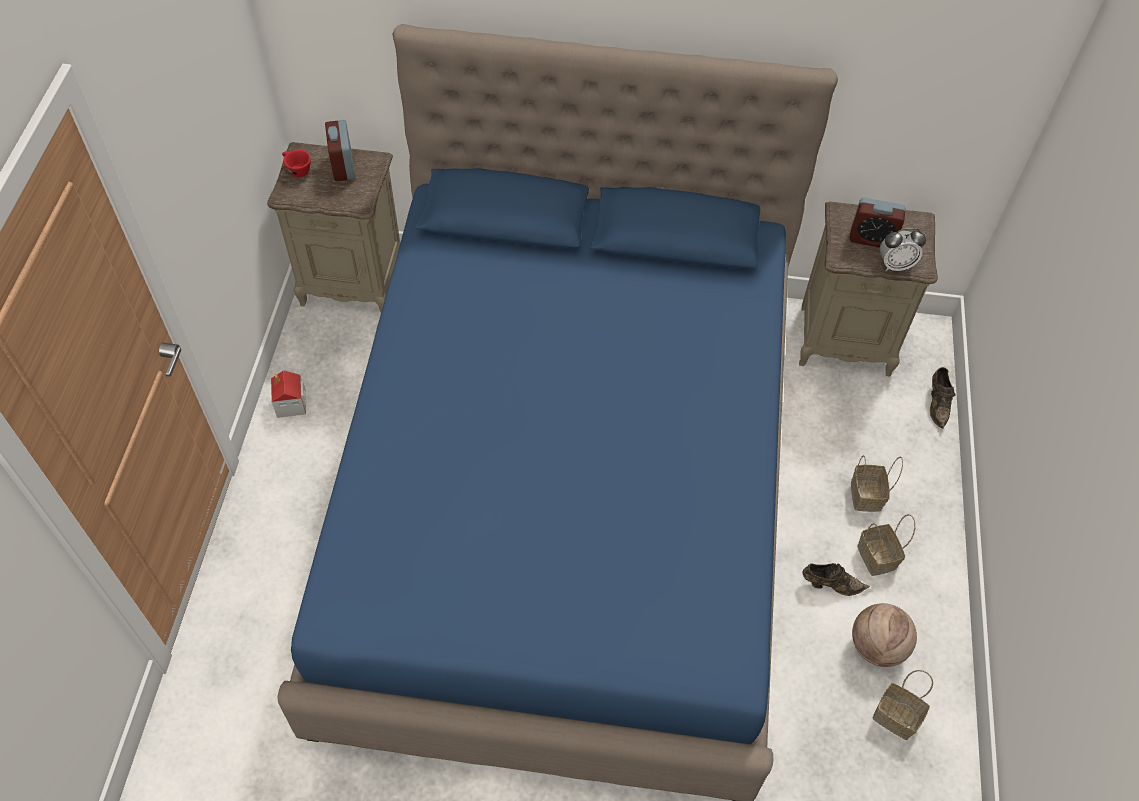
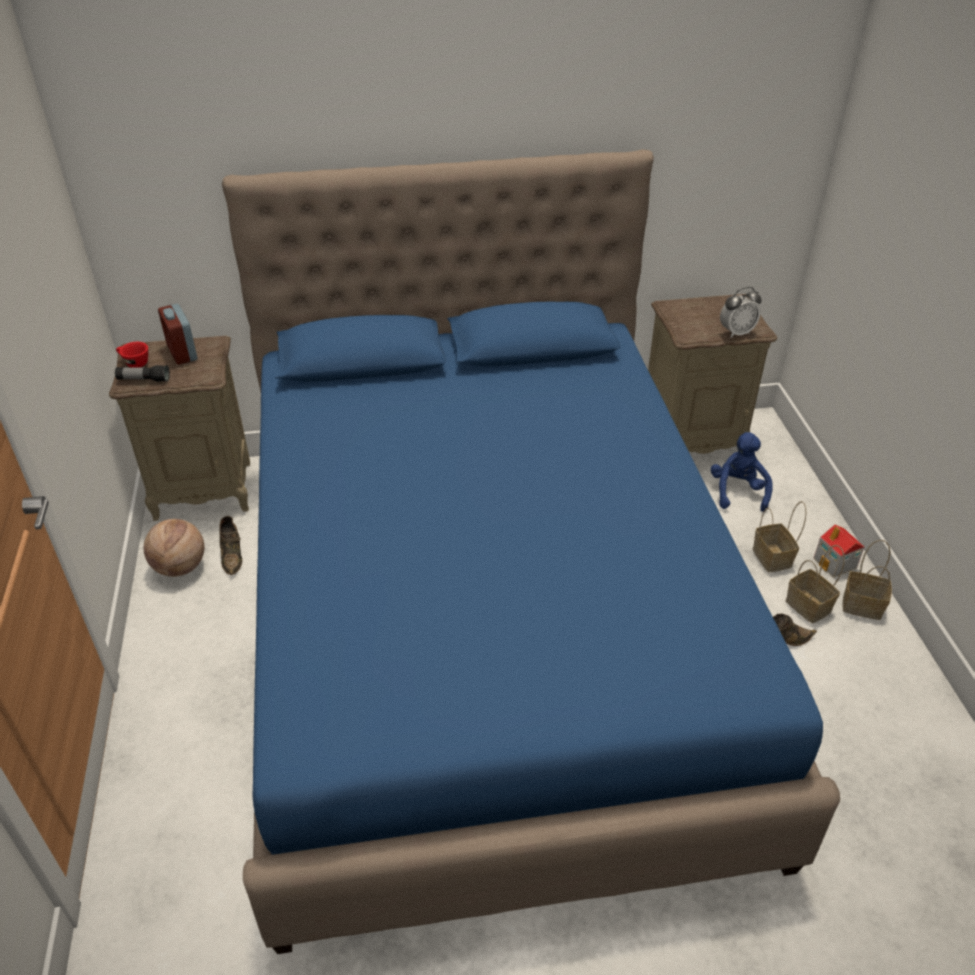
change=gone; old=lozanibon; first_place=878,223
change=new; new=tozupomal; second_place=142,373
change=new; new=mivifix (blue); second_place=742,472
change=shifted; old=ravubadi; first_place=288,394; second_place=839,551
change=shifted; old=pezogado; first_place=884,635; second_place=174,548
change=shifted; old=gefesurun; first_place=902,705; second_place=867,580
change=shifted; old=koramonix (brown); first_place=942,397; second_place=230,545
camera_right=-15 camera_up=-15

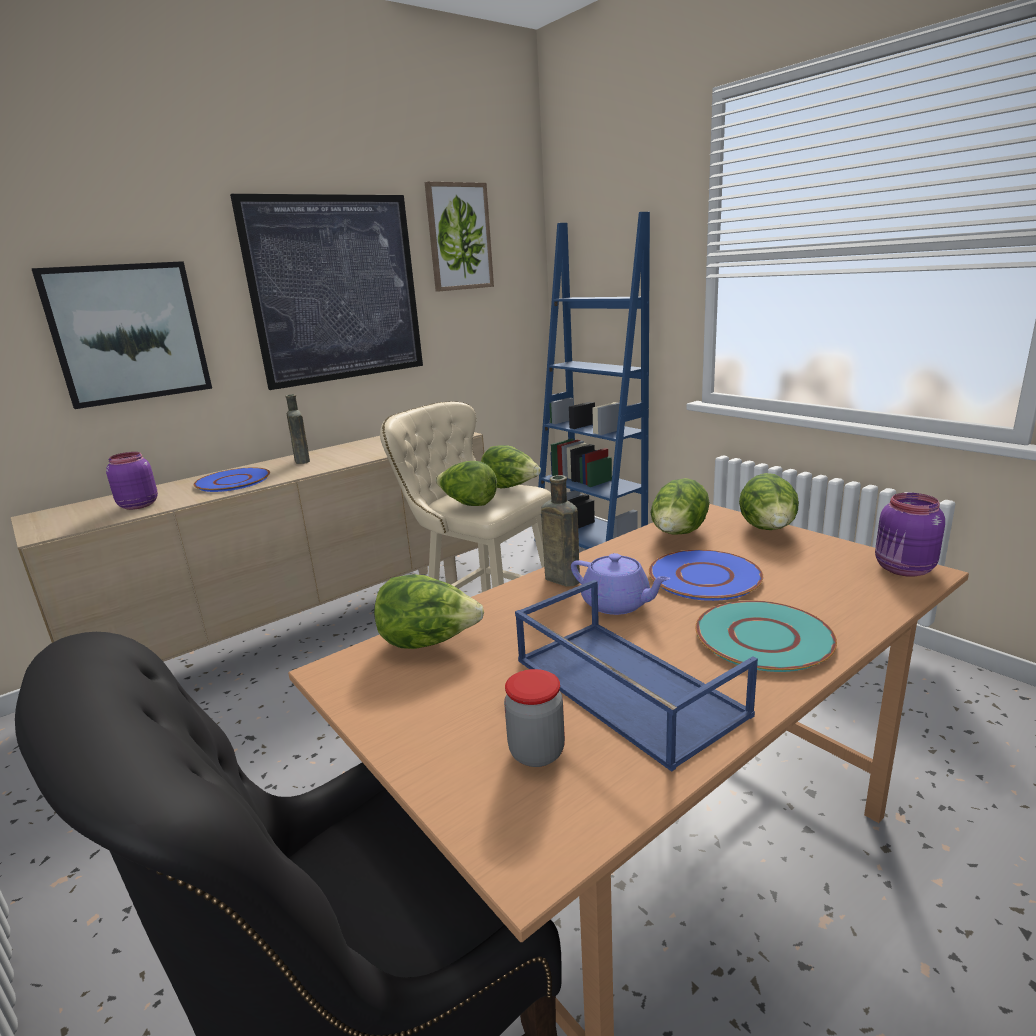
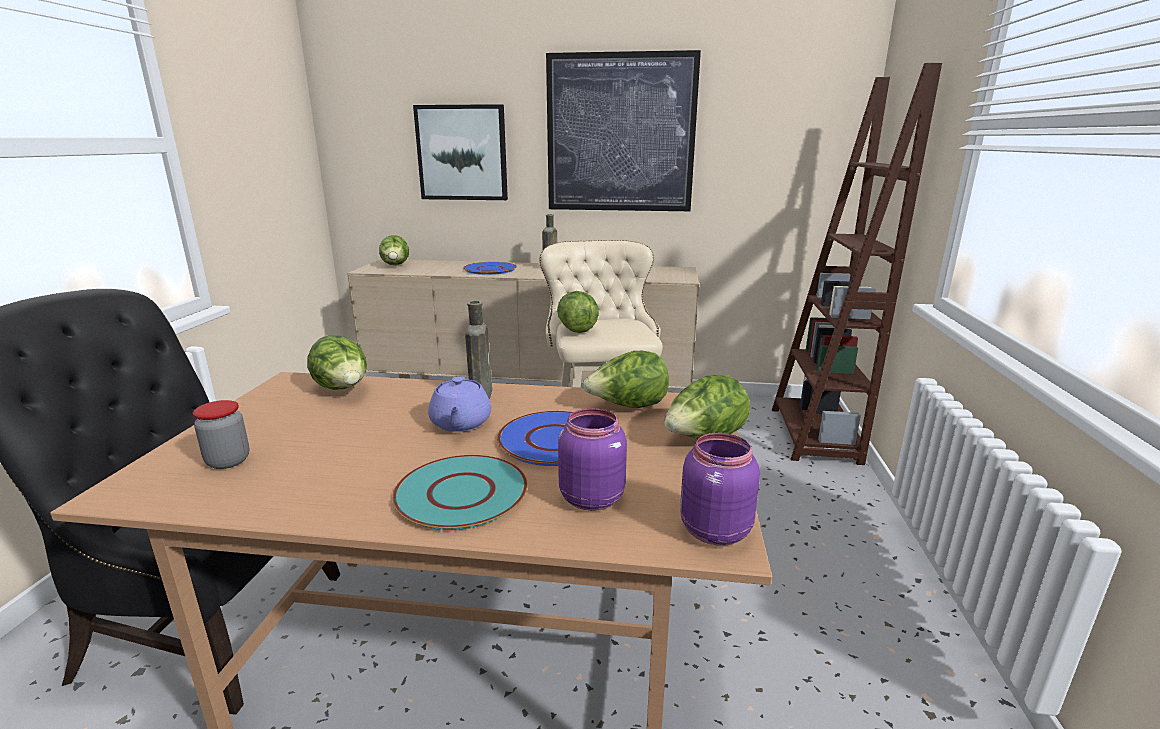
change=gone; old=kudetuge; first_place=459,237
change=gone; old=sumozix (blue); first_place=636,676
change=shifted; old=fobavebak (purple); first_place=132,481; second_place=592,459
change=shifted; old=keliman; first_place=511,466; second_place=394,250
change=repainted; old=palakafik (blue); new=palakafik (brown); first_place=592,380; second_place=857,264
camera_right=45 camera_up=0

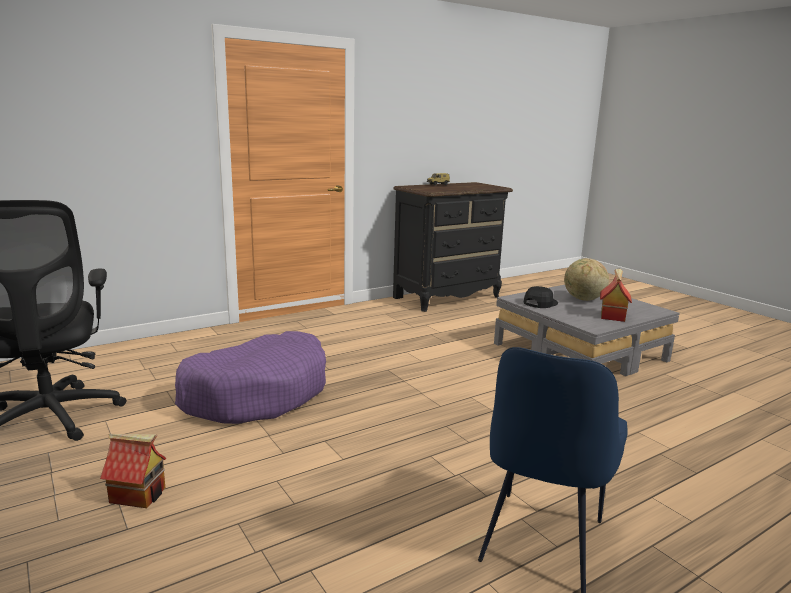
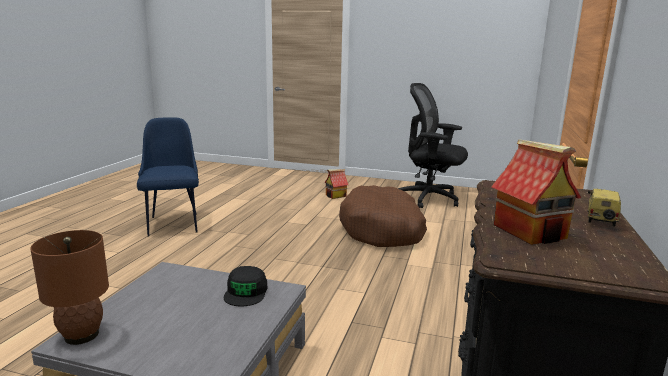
change=gone; old=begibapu; first_place=586,279
change=new; new=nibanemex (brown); second_place=69,287
change=shifted; old=ravubadi; first_place=616,295; second_place=536,192
change=repainted; old=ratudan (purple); new=ratudan (brown); first_place=250,377; second_place=383,216
camera_right=140 camera_up=0

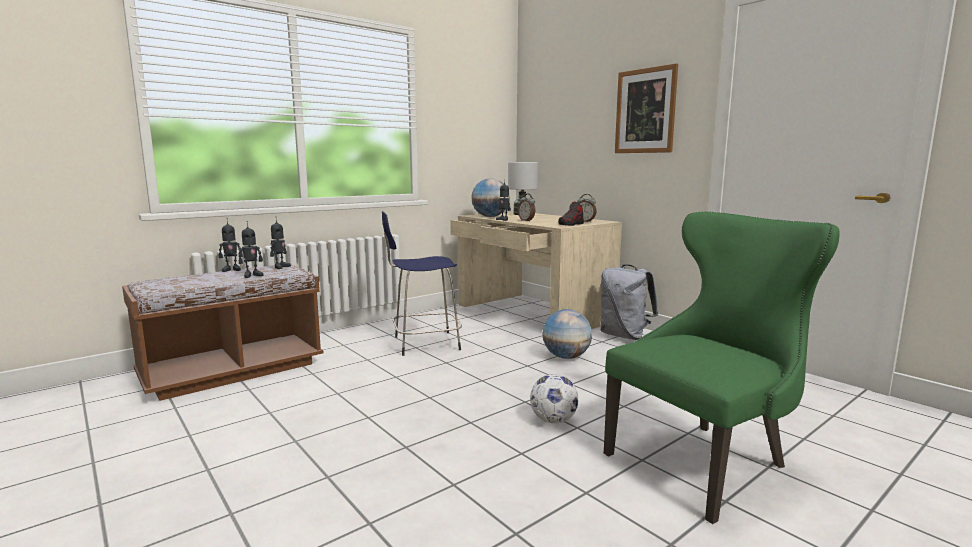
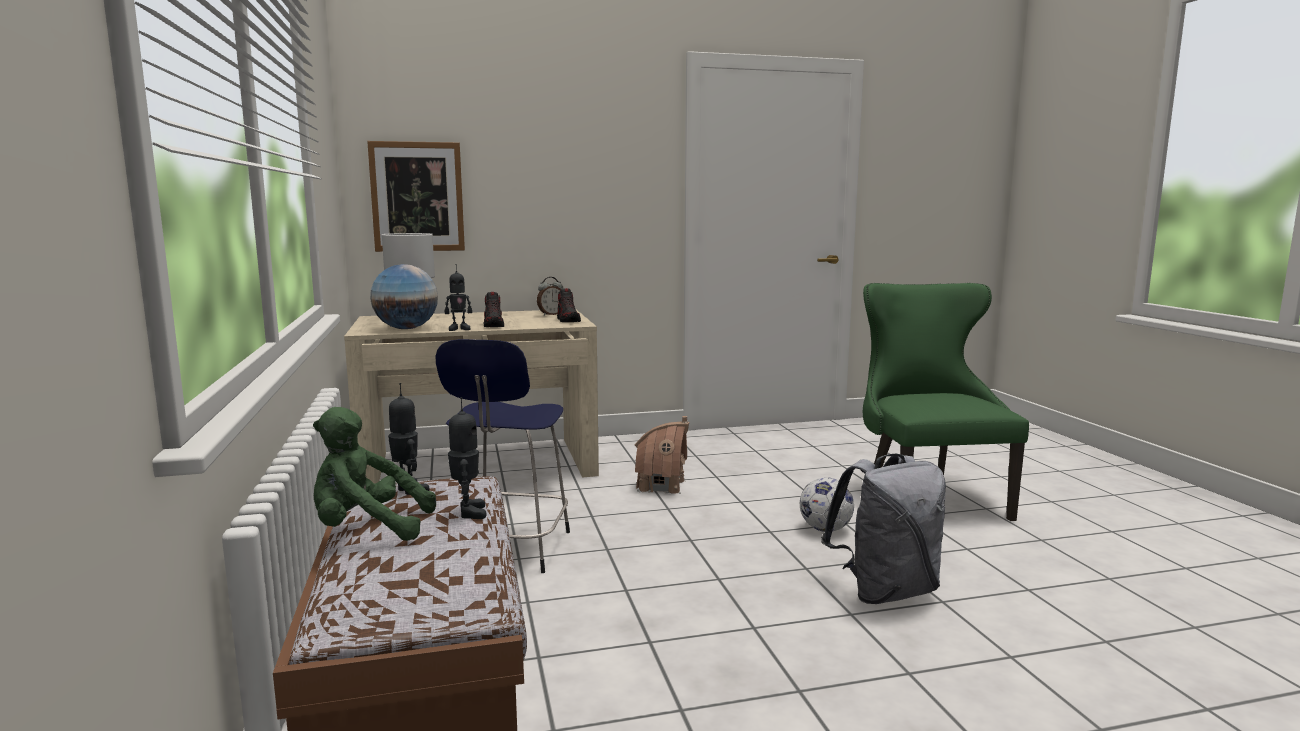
change=shifted; old=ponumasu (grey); first_place=629,302; second_place=883,528
change=shifted; old=kudetuge; first_place=646,108; second_place=416,196
change=swapped; old=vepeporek; new=mivifix (green); first_place=231,247; second_place=374,474
change=swapped; old=lozanibon; new=koramonix; first_place=526,207; second_place=494,309
change=swapped; old=begibapu; new=ravubadi; first_place=567,334; second_place=662,456
camera_right=-65 camera_up=0

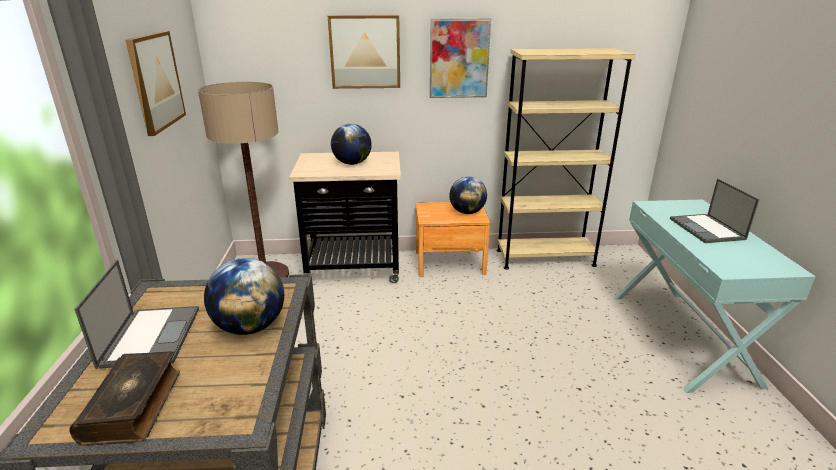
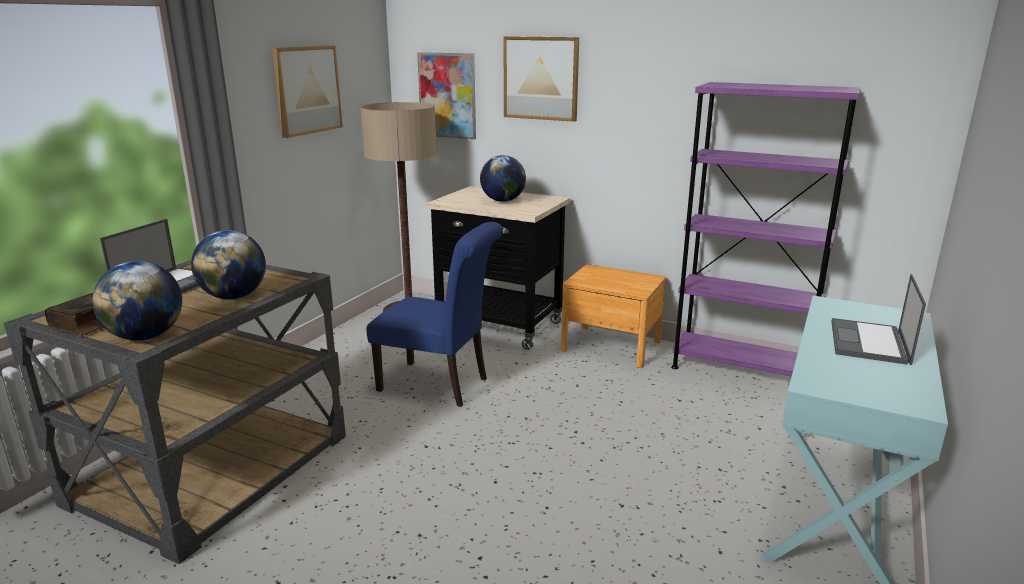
change=new; new=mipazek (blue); second_place=434,314
change=shifted; old=kudetuge; first_place=460,58; second_place=446,96
change=shifted; old=begibapu; first_place=468,195; second_place=137,300
change=repainted; old=palakafik (beige); new=palakafik (purple); first_place=566,159; second_place=766,229
camera_right=30 camera_up=-5

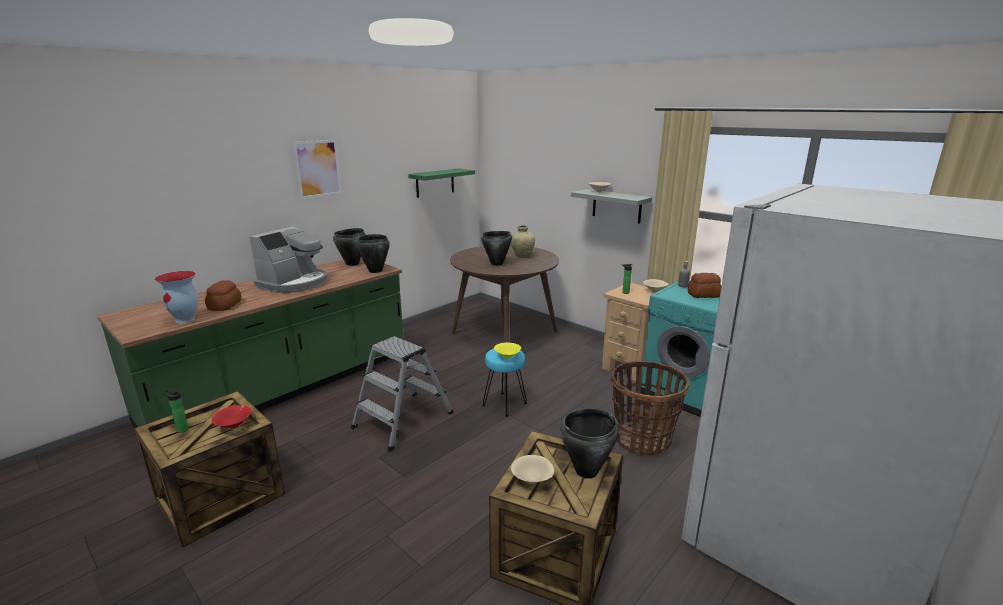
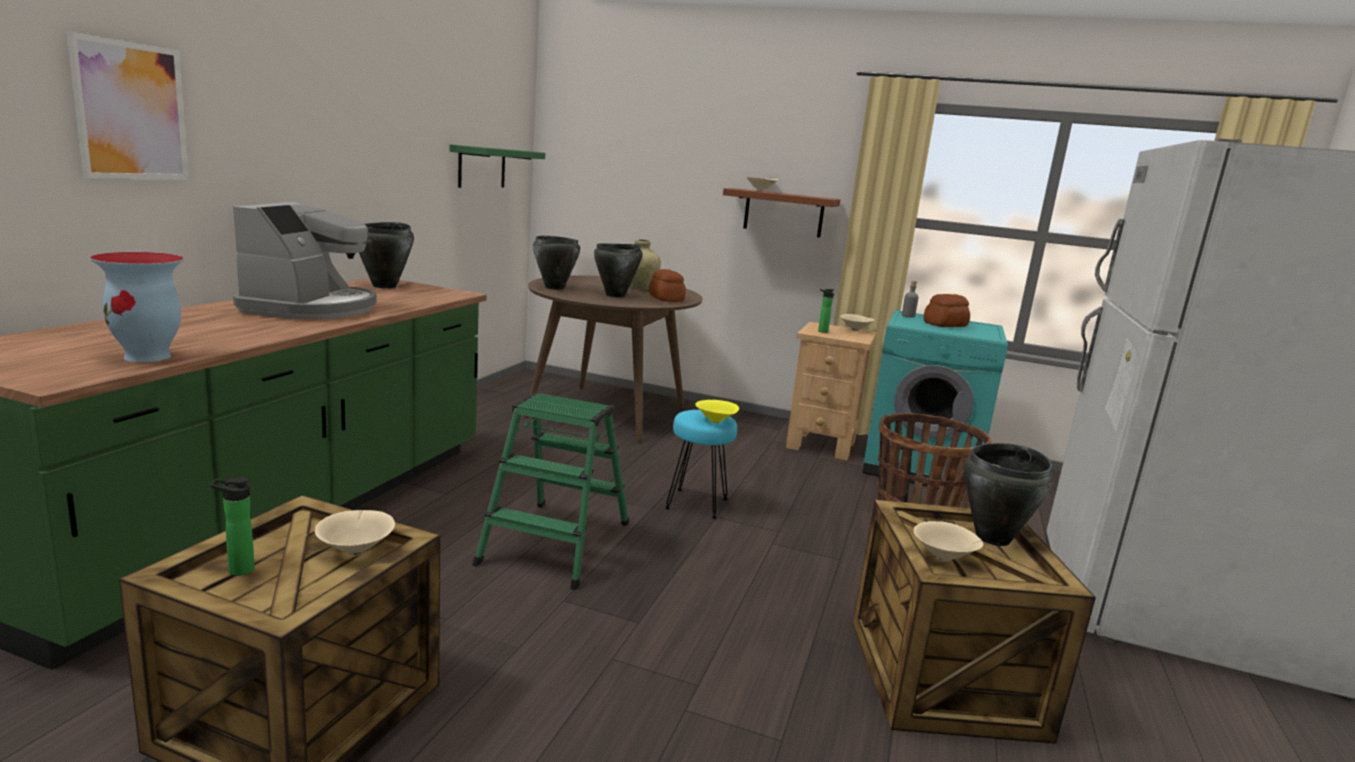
change=shifted; old=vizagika; first_place=223,296; second_place=667,285
change=shifted; old=kudetuge; first_place=317,169; second_place=127,105
change=shifted; old=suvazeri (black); first_place=373,253; second_place=556,262
change=repainted; old=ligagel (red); new=ligagel (beige); first_place=231,417; second_place=355,533
change=repainted; old=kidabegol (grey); new=kidabegol (green); first_place=402,393; second_place=550,491
change=repainted; old=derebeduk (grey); new=derebeduk (brown); first_place=611,206; second_place=781,213
camera_right=-25 camera_up=-5

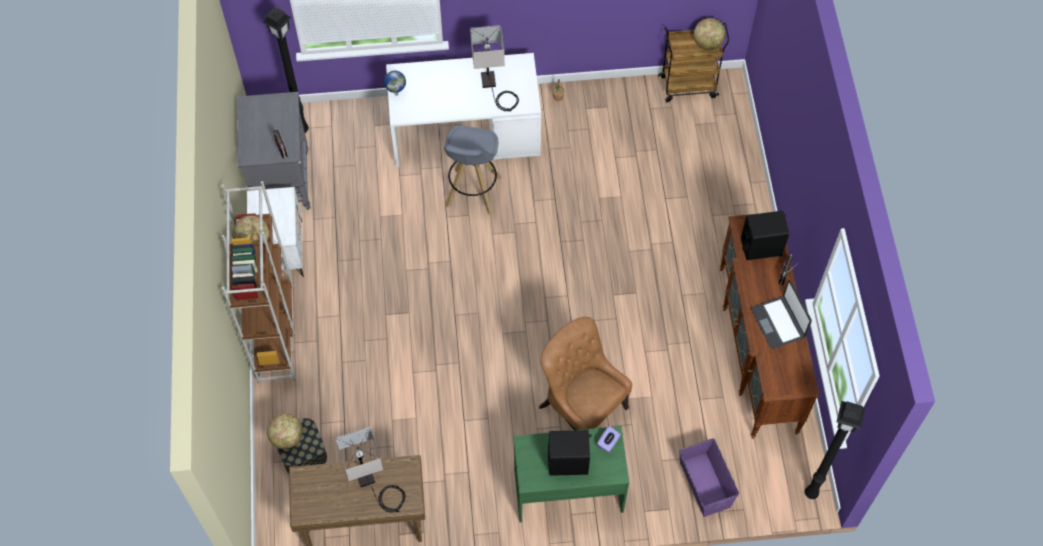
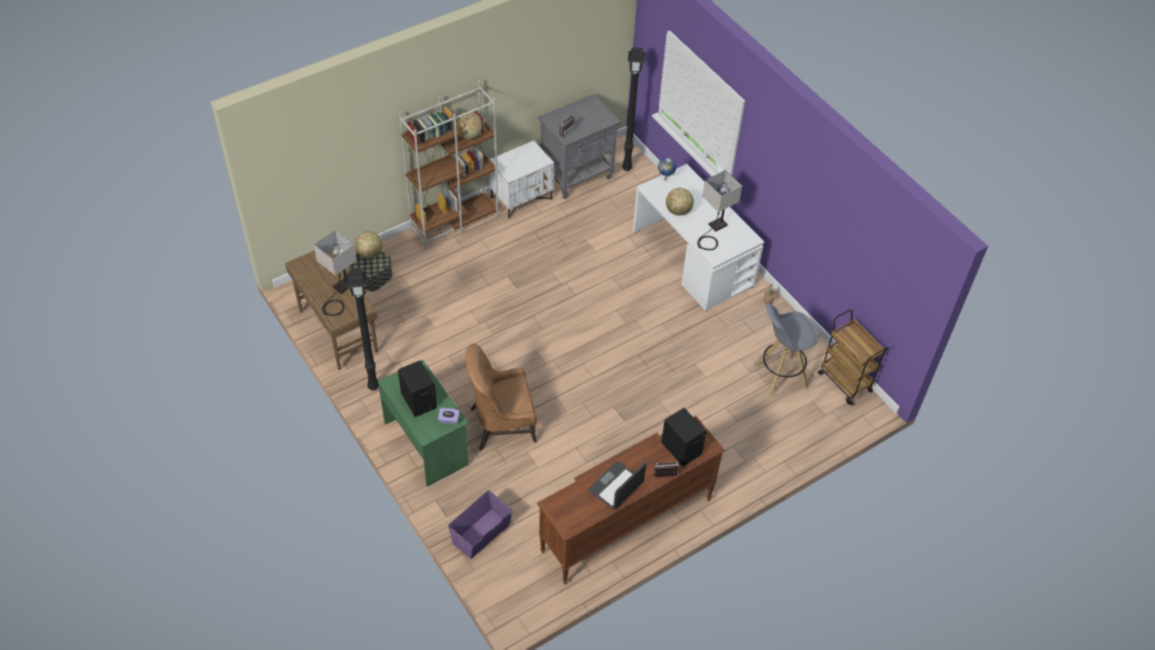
change=shifted; old=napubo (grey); first_place=472,170; second_place=786,350
change=shifted; old=begibapu; first_place=710,34; second_place=680,202
change=shifted; old=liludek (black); first_place=835,450; second_place=362,330
change=rotated; old=mipazek (brown); first_place=585,373; second_place=501,397; degrees=-120
camera_right=60 camera_up=-10

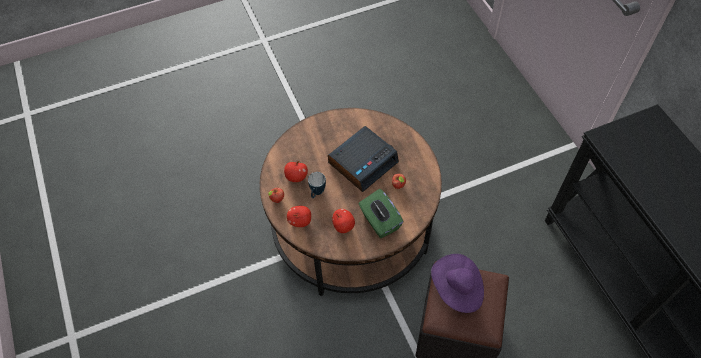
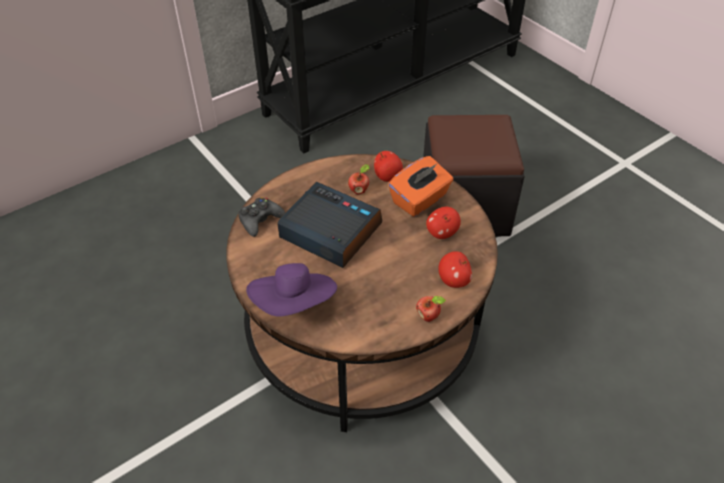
change=gone; old=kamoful; first_place=317,185
change=new; new=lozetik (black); second_place=262,217
change=shifted; old=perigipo; first_place=296,171; second_place=388,166
change=shifted; old=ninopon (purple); first_place=457,283; second_place=291,290
change=repainted; old=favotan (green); new=favotan (orange); first_place=381,213; second_place=421,186
camera_right=-105 camera_up=-10

